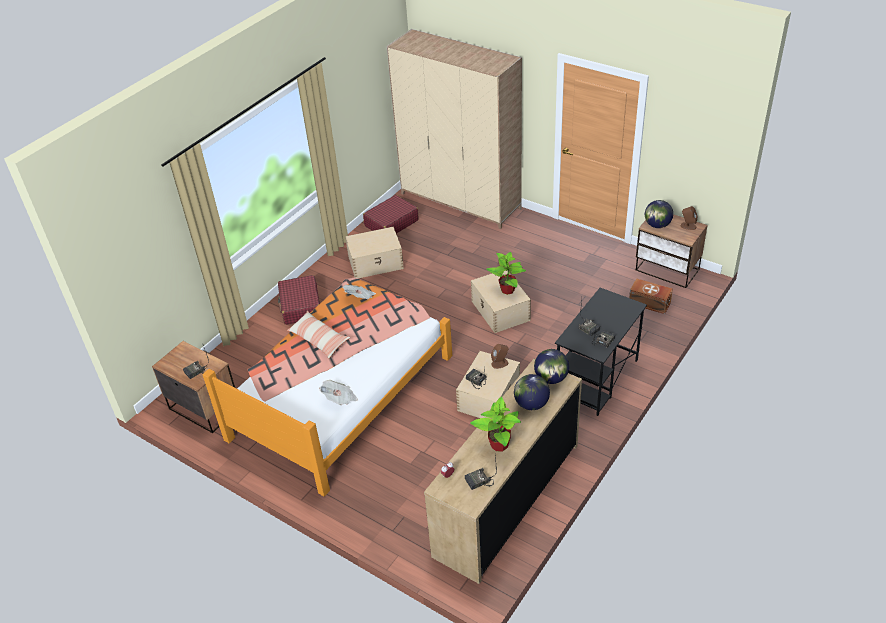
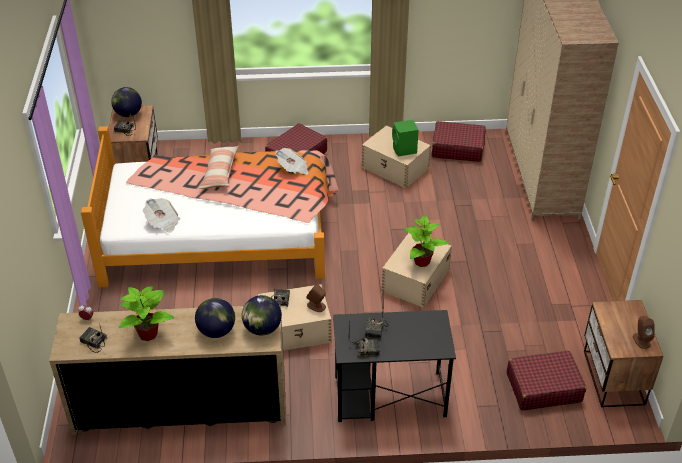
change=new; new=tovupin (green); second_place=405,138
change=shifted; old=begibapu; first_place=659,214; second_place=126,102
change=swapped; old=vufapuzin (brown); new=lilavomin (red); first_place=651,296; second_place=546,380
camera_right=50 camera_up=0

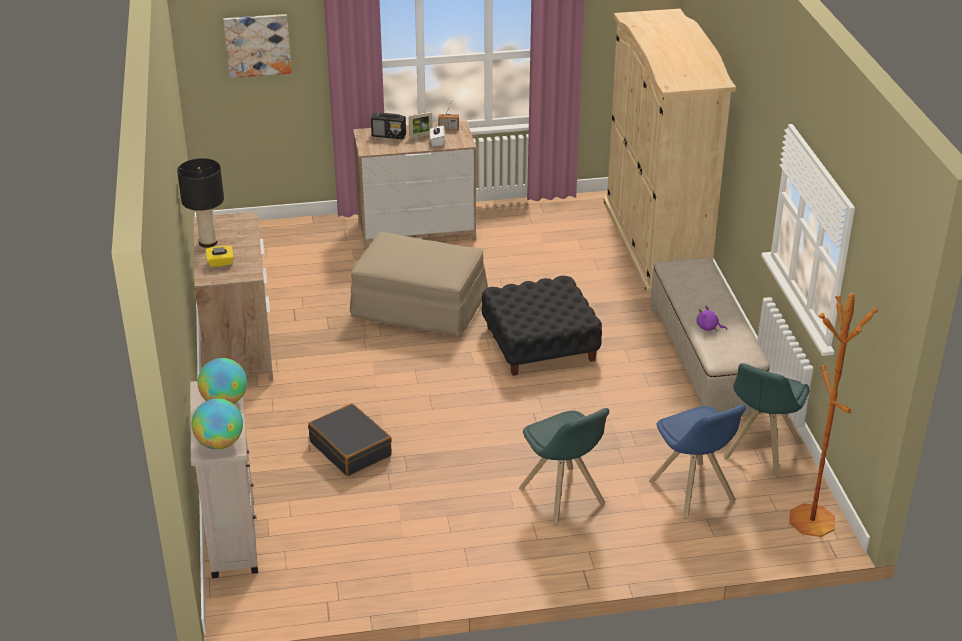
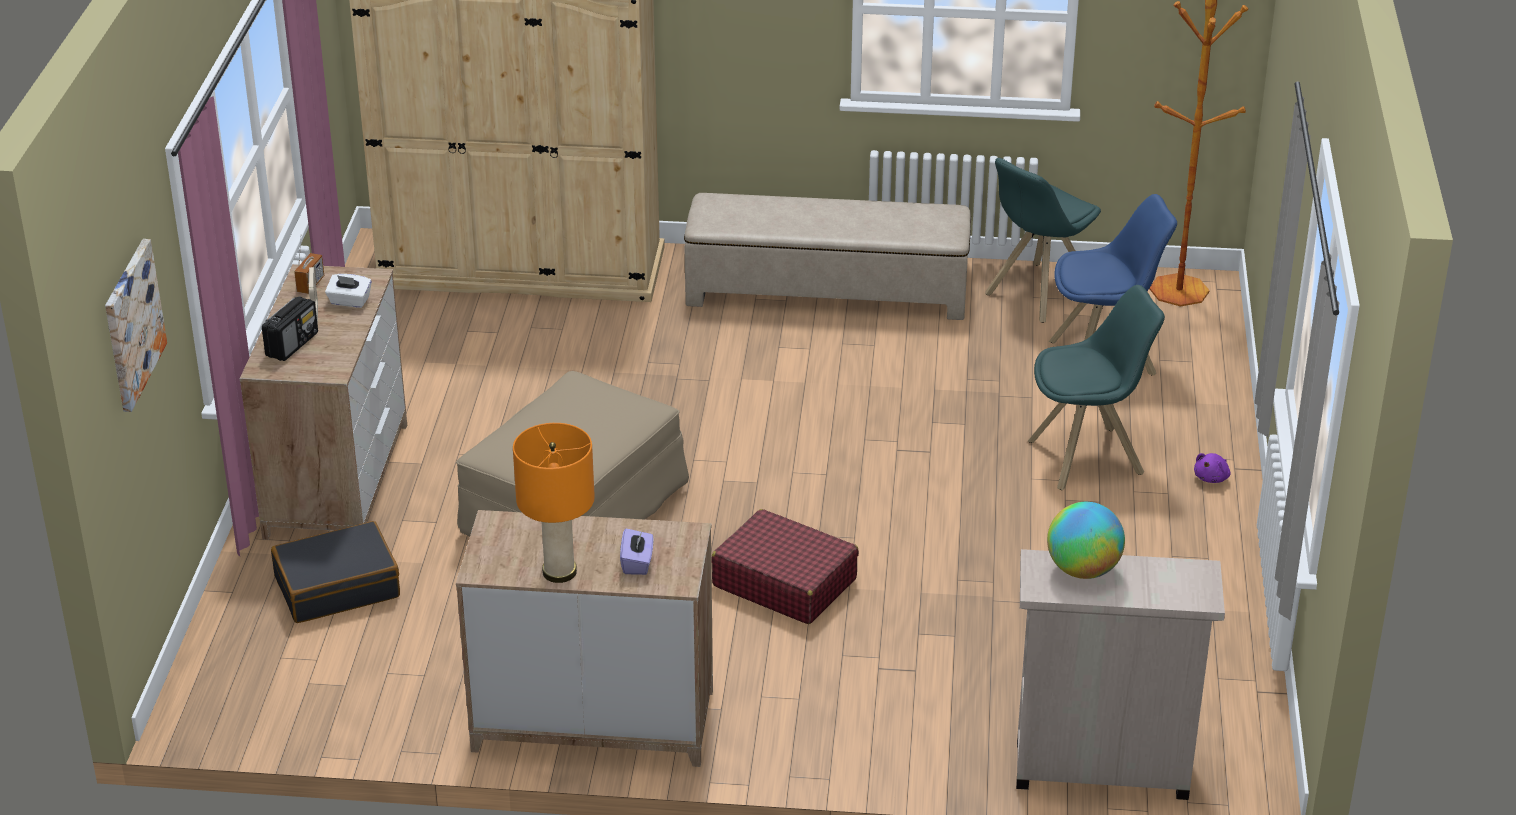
change=gone; old=begibapu; first_place=217,423
change=gone; old=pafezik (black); first_place=541,326
change=new; new=lilavomin (red); second_place=785,566
change=shifted; old=lilavomin (black); first_place=350,439; second_place=335,572
change=shifted; old=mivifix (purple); first_place=712,318; second_place=1212,468
change=repainted; old=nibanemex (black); new=nibanemex (orange); first_place=200,203; second_place=554,503
change=repainted; old=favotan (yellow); new=favotan (purple); first_place=220,256; second_place=636,552
change=rotated; old=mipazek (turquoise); first_place=766,420; second_place=1043,240; degrees=90
camera_right=-75 camera_up=0

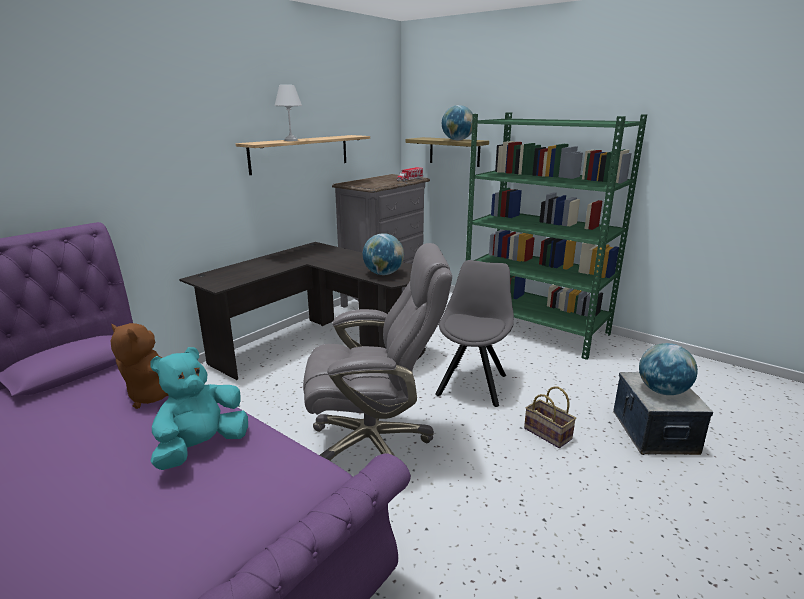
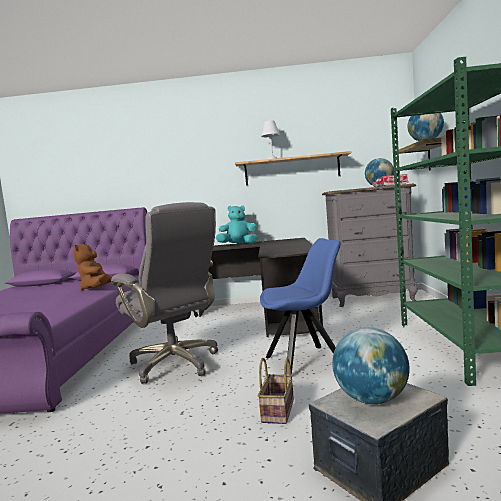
change=shifted; old=mivifix (turquoise); first_place=199,408; second_place=236,224
change=shifted; old=begibapu; first_place=383,254; second_place=379,172
change=repainted; old=mipazek (grey); new=mipazek (blue); first_place=474,333; second_place=300,306
camera_right=55 camera_up=-15

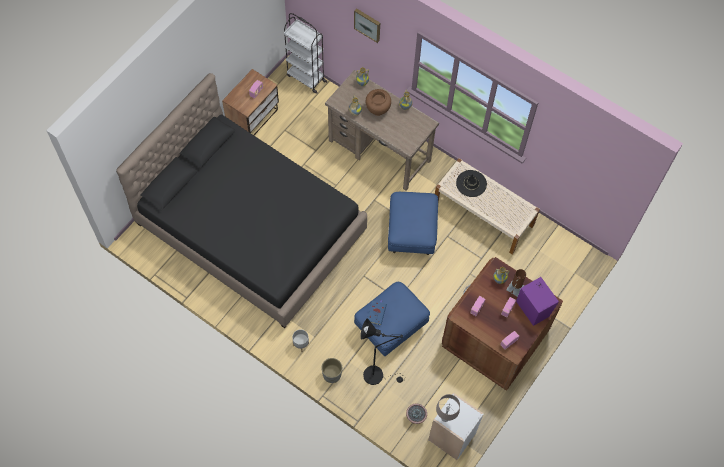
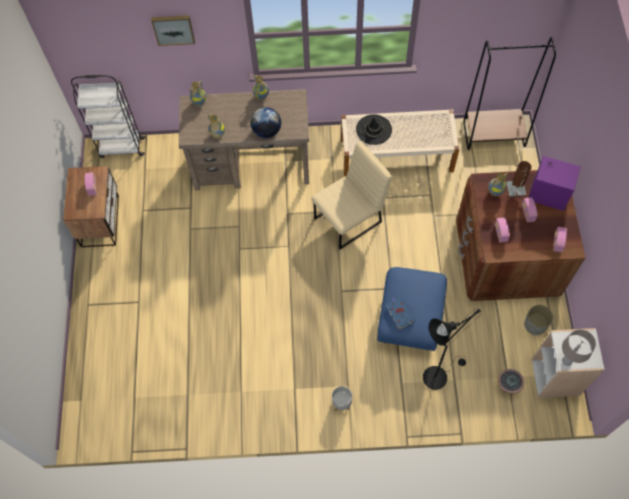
change=gone; old=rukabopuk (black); first_place=241,200
change=gone; old=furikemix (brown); first_place=378,102
change=new; new=begibapu; second_place=266,122
change=new; new=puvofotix; second_place=509,93
change=shifted; old=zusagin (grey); first_place=331,370; second_place=538,320
change=swapped; old=pafezik (blue); new=mipazek (beige); first_place=413,223; second_place=351,195
camera_right=-35 camera_up=0

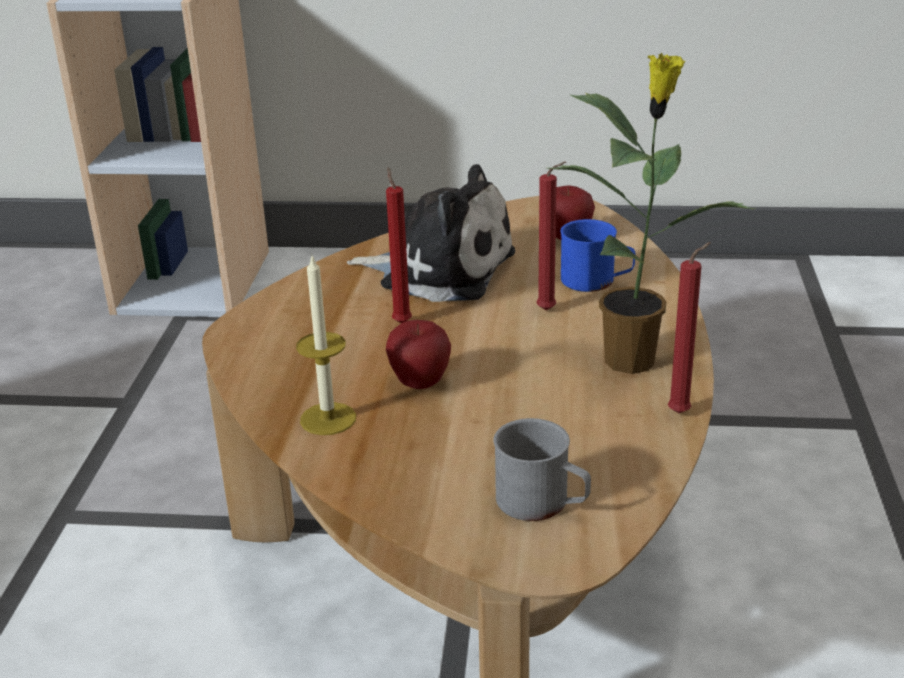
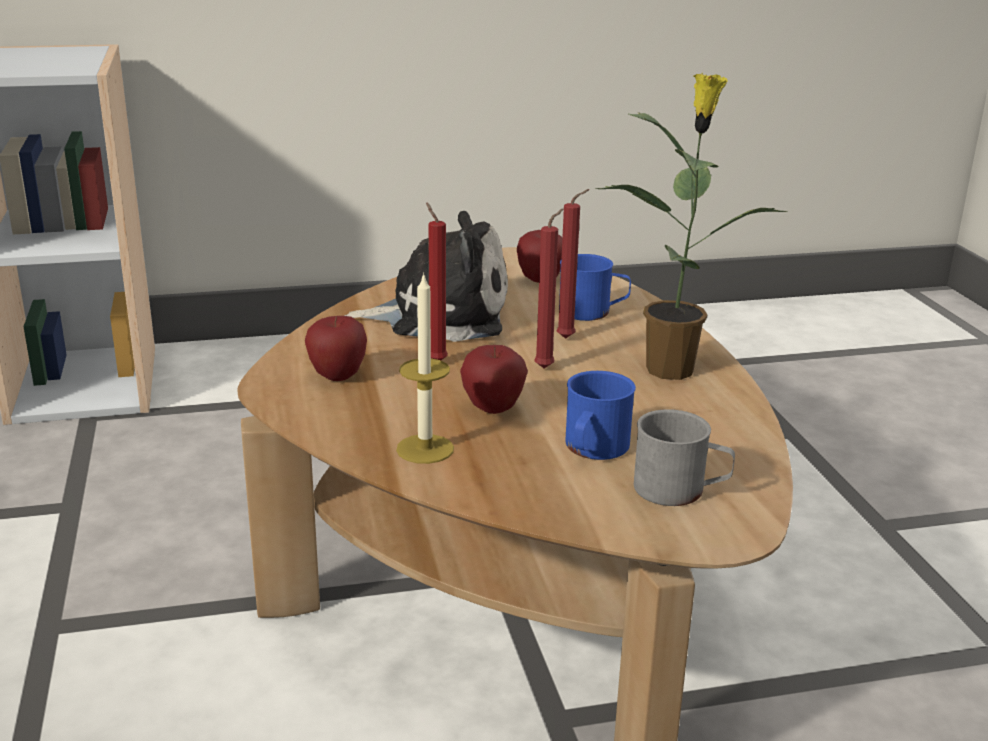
change=new; new=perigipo; second_place=336,348
change=new; new=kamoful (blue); second_place=601,415
change=shifted; old=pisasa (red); first_place=689,327; second_place=548,288
camera_right=-20 camera_up=-5

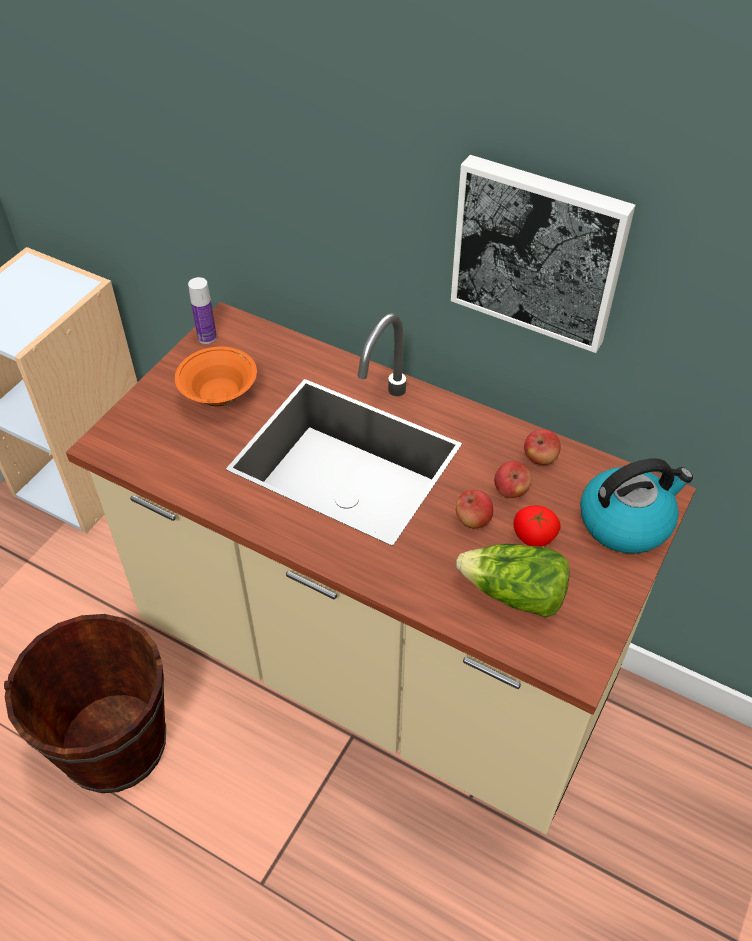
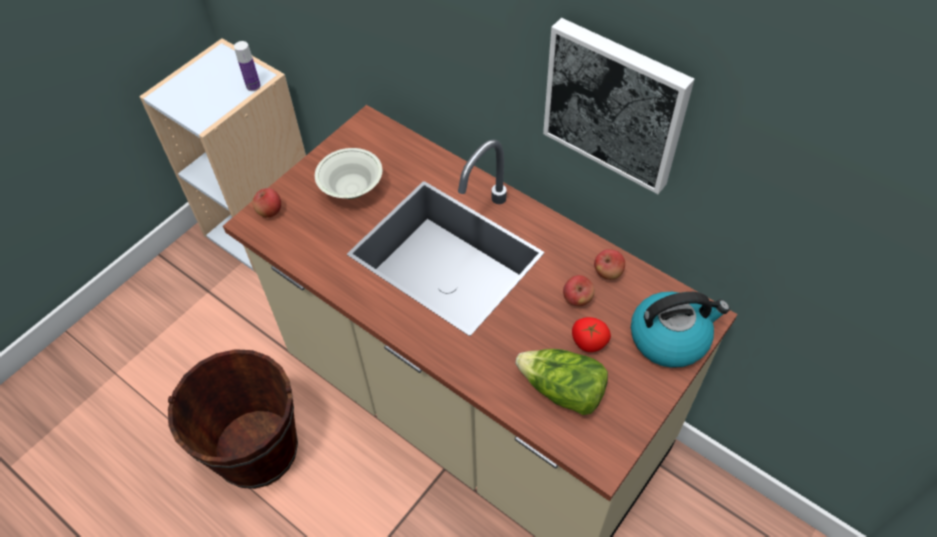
change=shifted; old=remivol; first_place=202,310; second_place=247,66
change=shifted; old=perigipo; first_place=474,509; second_place=266,202
change=repainted; old=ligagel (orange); new=ligagel (white); first_place=216,376; second_place=348,173
camera_right=10 camera_up=5

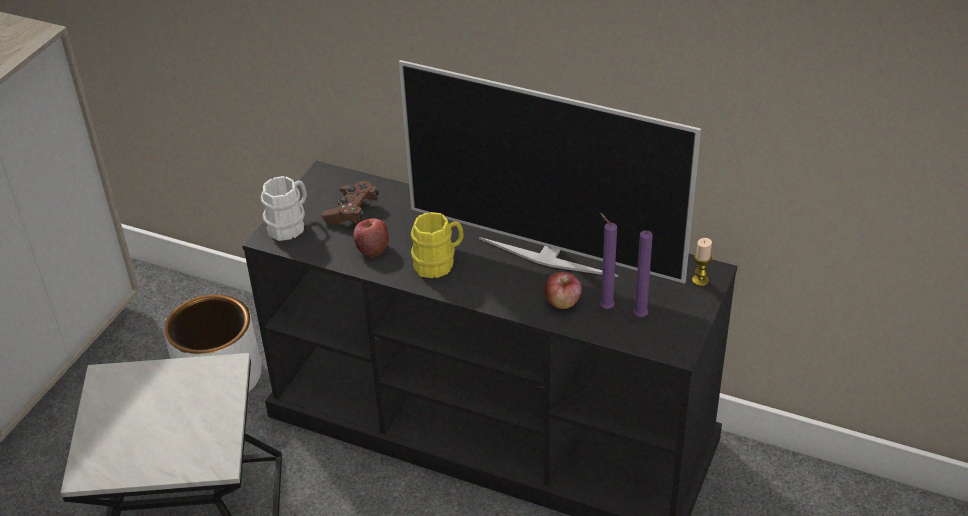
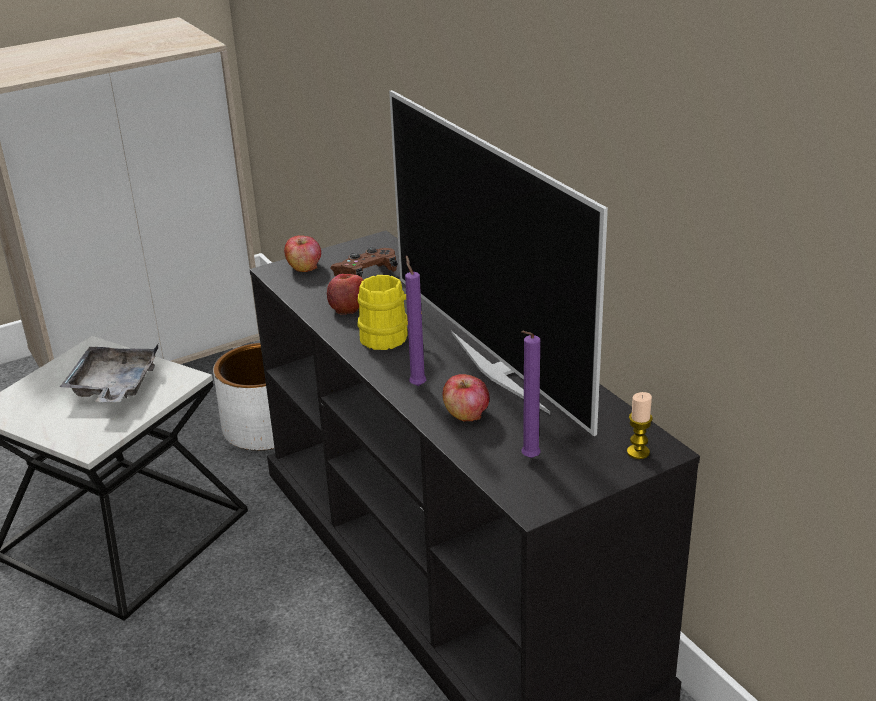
change=new; new=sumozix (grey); second_place=109,373
change=shifted; old=pisasa (purple); first_place=608,260; second_place=415,320
change=swapped; old=kamoful (white); new=perigipo; first_place=283,208; second_place=302,253
camera_right=35 camera_up=-10

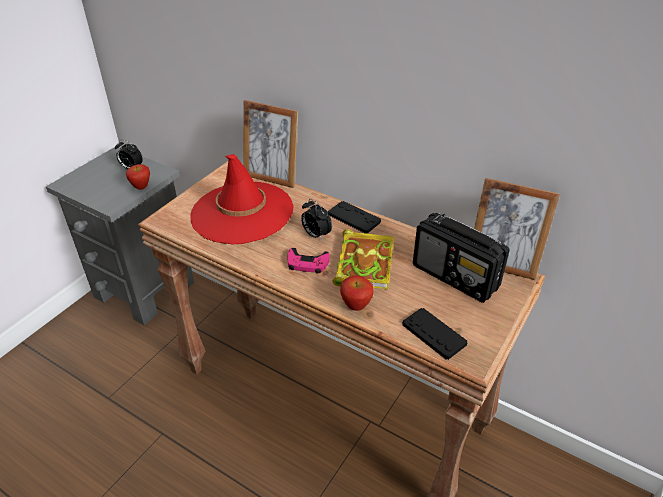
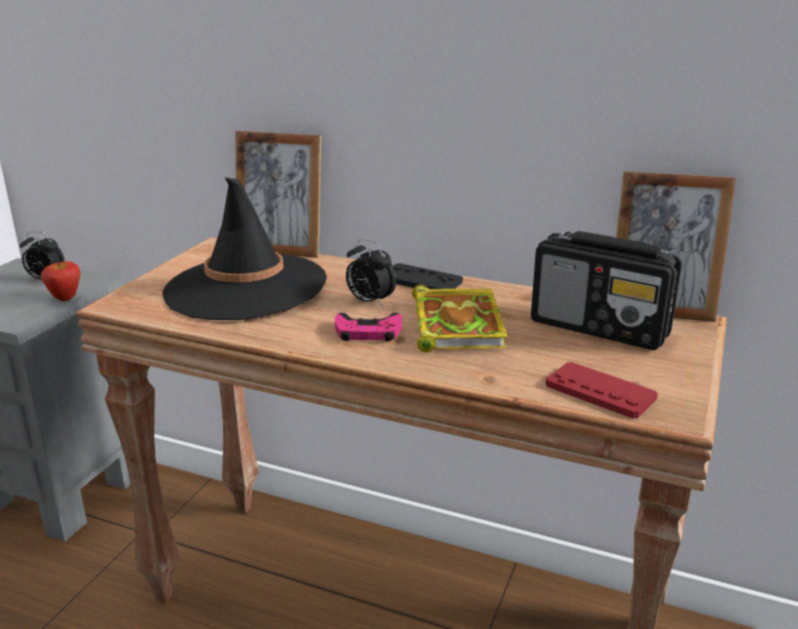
change=gone; old=perigipo; first_place=357,293
change=repainted; old=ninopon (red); new=ninopon (black); first_place=241,199; second_place=245,248
change=repainted; old=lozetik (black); new=lozetik (red); first_place=435,334; second_place=602,390
camera_right=-10 camera_up=-15

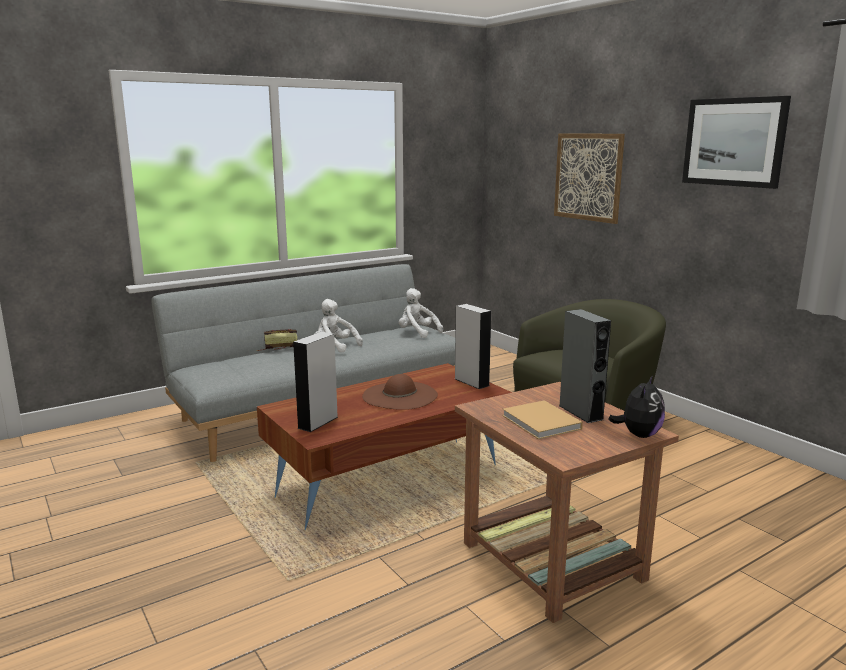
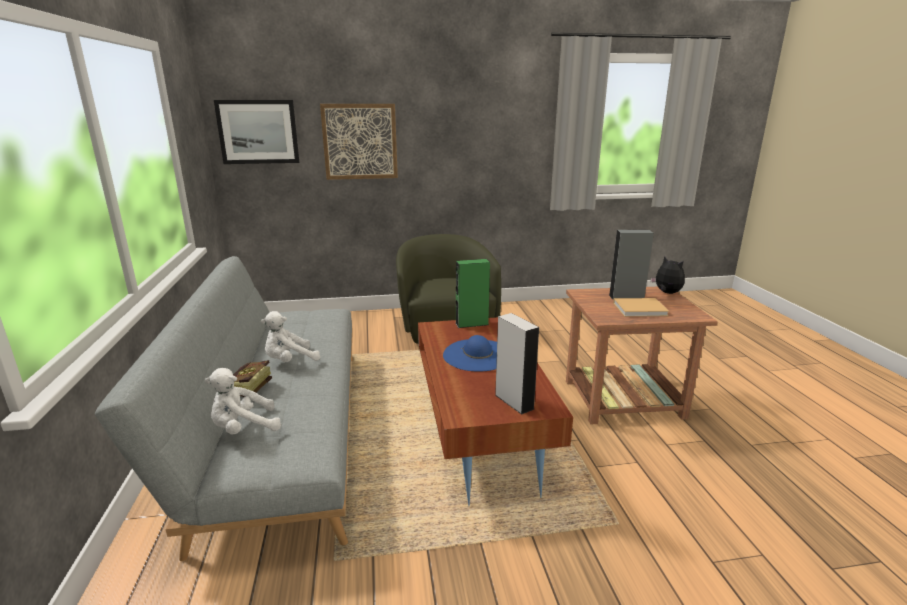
change=shifted; old=mivifix (white); first_place=421,313; second_place=242,401
change=shifted; old=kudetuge; first_place=736,142; second_place=256,132
change=repainted; old=ninopon (brown); new=ninopon (blue); first_place=400,392; second_place=470,353
change=repainted; old=tovupin (grey); new=tovupin (green); first_place=473,346; second_place=472,293
camera_right=-65 camera_up=5

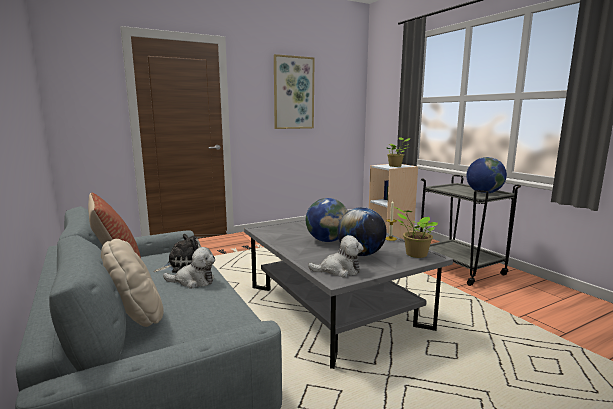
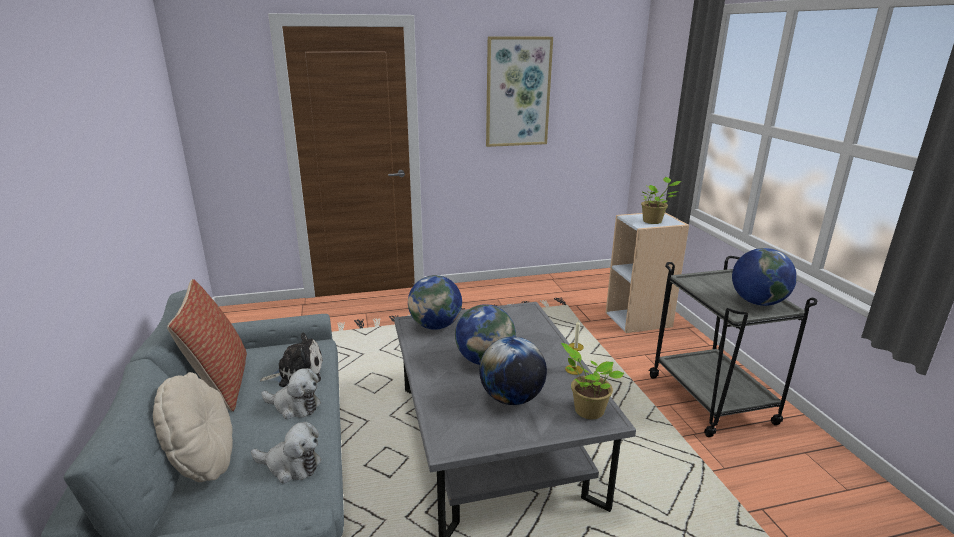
change=new; new=begibapu; second_place=435,302
change=shifted; old=mivifix; first_place=336,256; second_place=286,452
camera_right=15 camera_up=10

